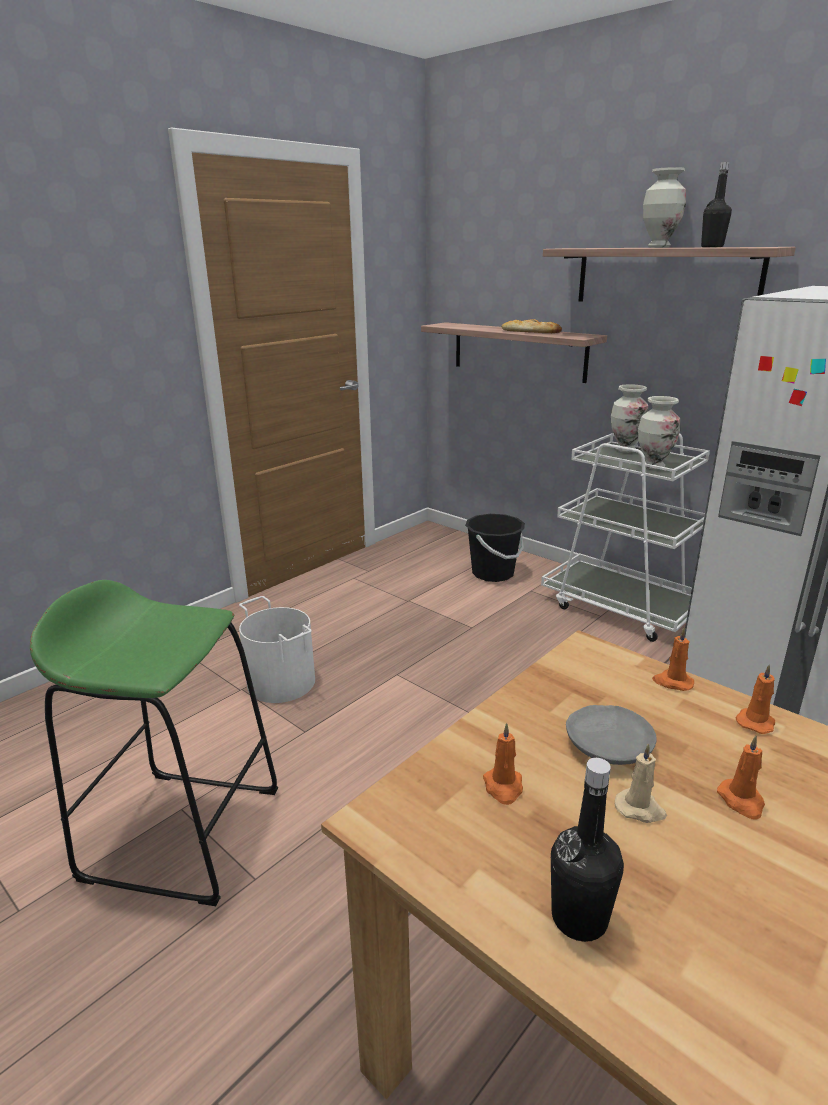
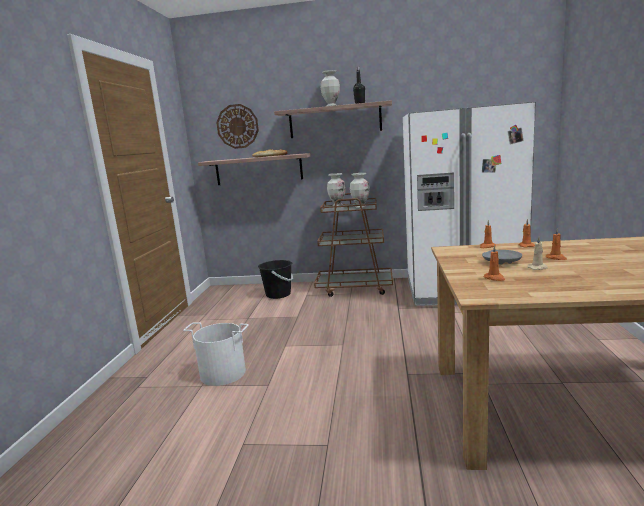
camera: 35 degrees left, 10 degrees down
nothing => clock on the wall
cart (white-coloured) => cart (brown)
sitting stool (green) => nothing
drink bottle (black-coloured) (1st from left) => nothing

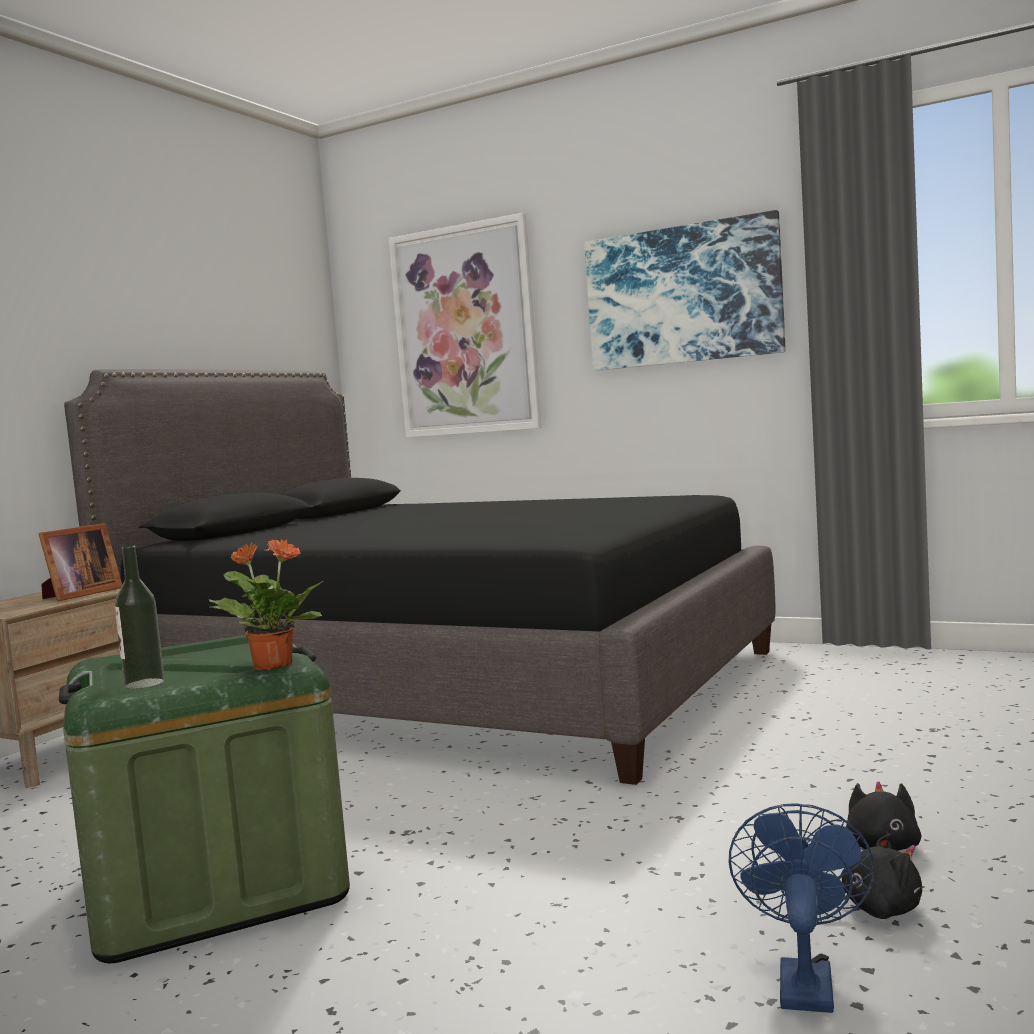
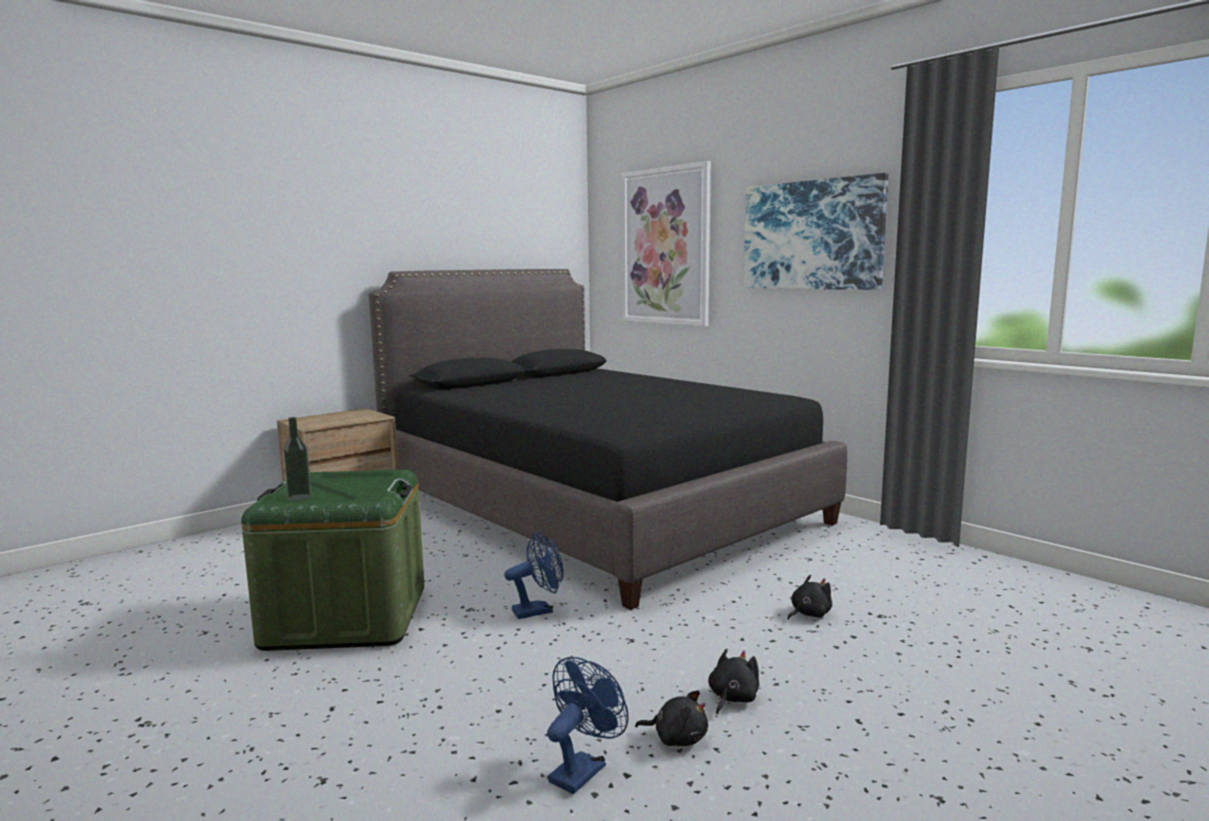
camera: 20 degrees right, 5 degrees up
nothing => cooling fan (bluish) (1st from left)
nothing => plush toy (black-coloured) (3rd from left)
picture frame => nothing
houseplant => nothing

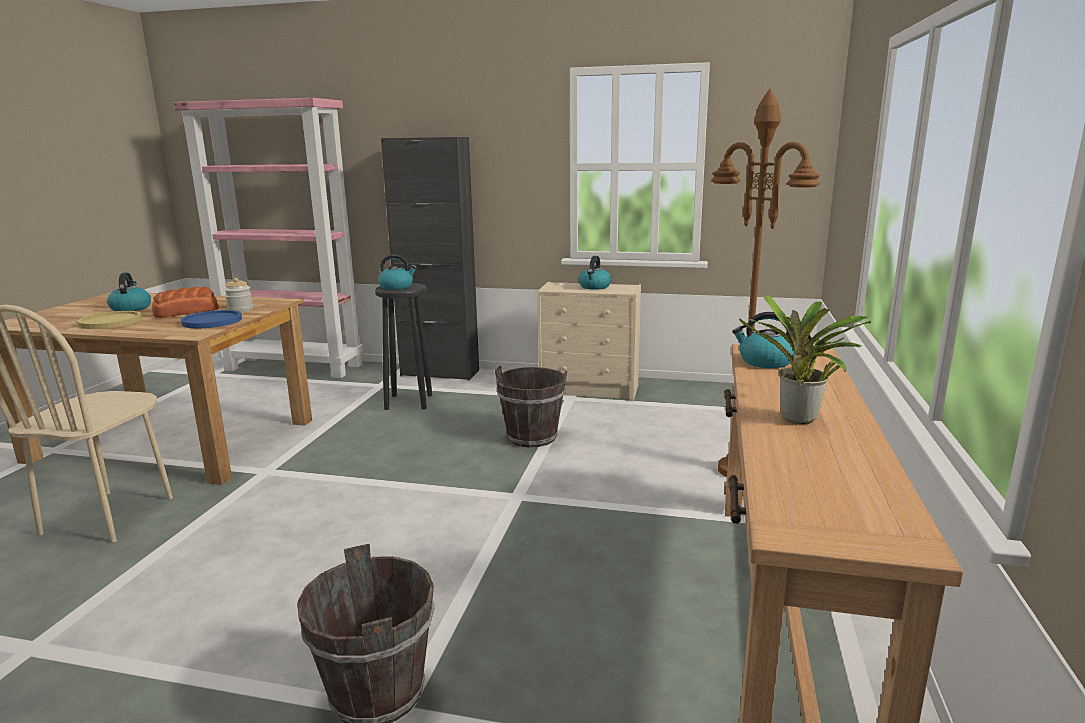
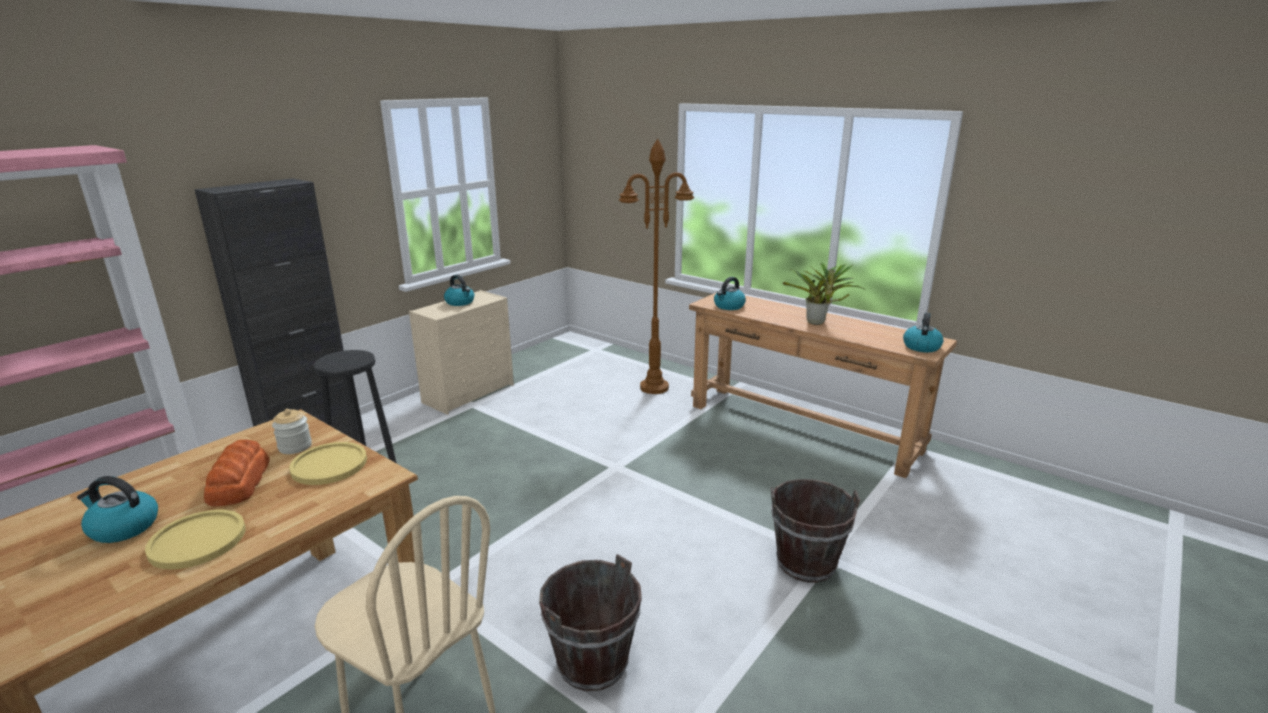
camera: 65 degrees left, 5 degrees up
dinner plate (bluish) => dinner plate (yellowish) (2nd from left)
pail (brown) (2nd from left in the first image) => pail (brown) (1st from left), move
water kettle (2nd from left in the first image) => water kettle (4th from left), move

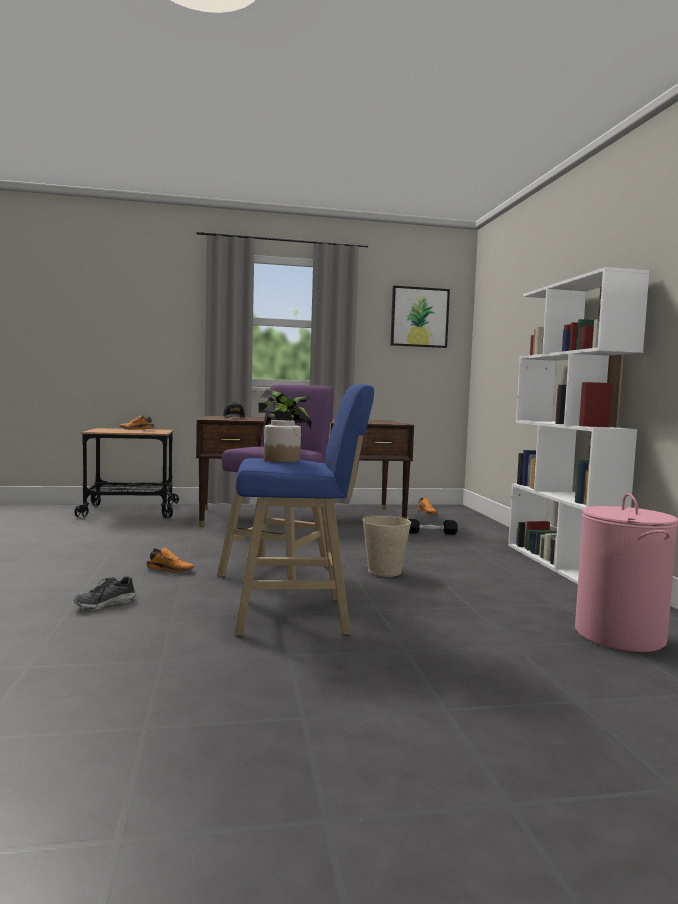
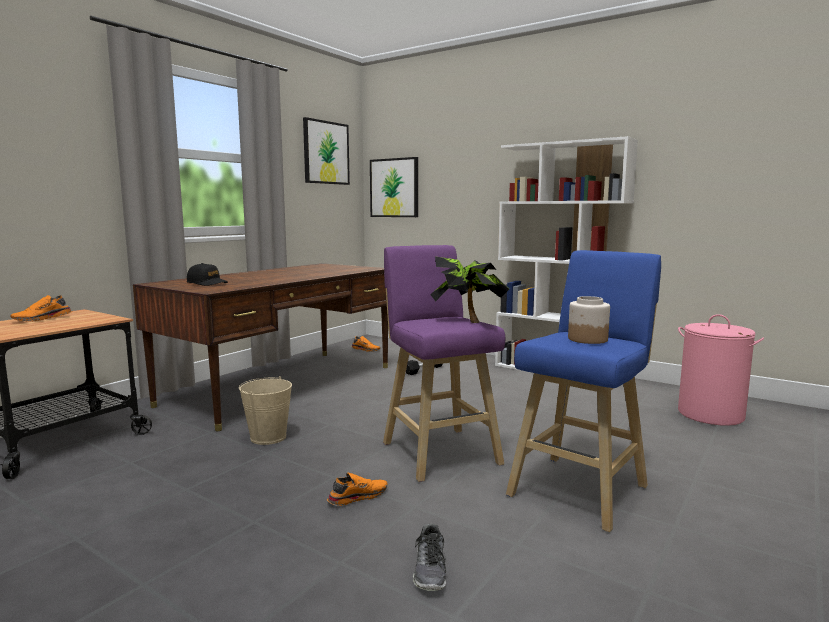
camera: 45 degrees left, 5 degrees up
pail (beige), move
nothing => picture (2nd from left)

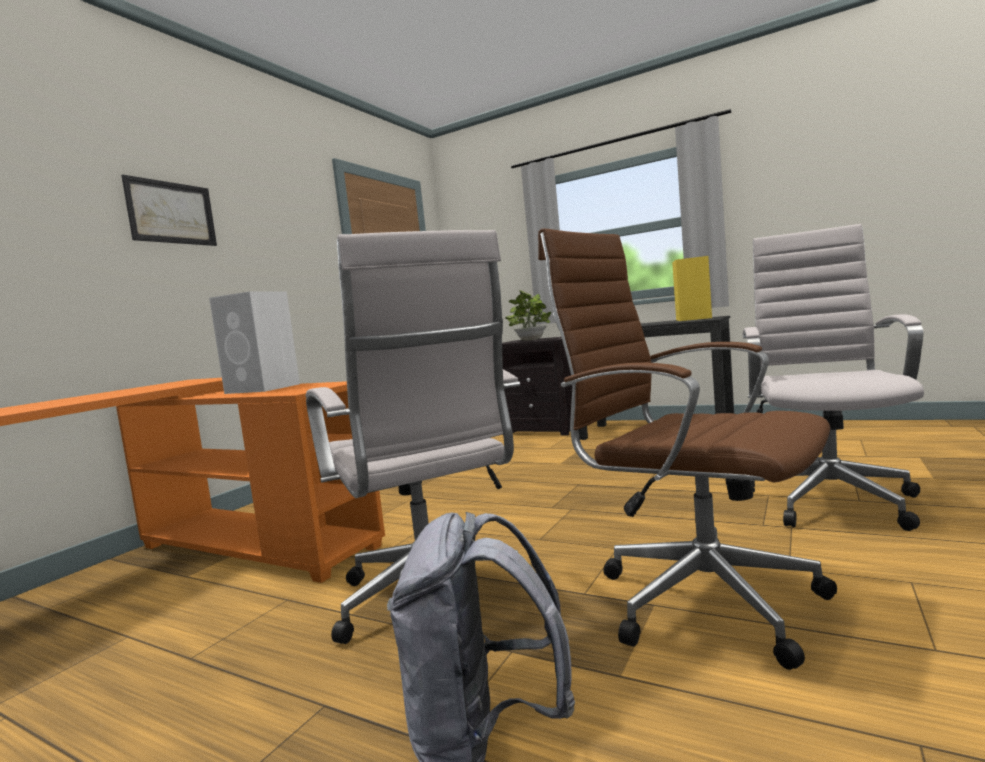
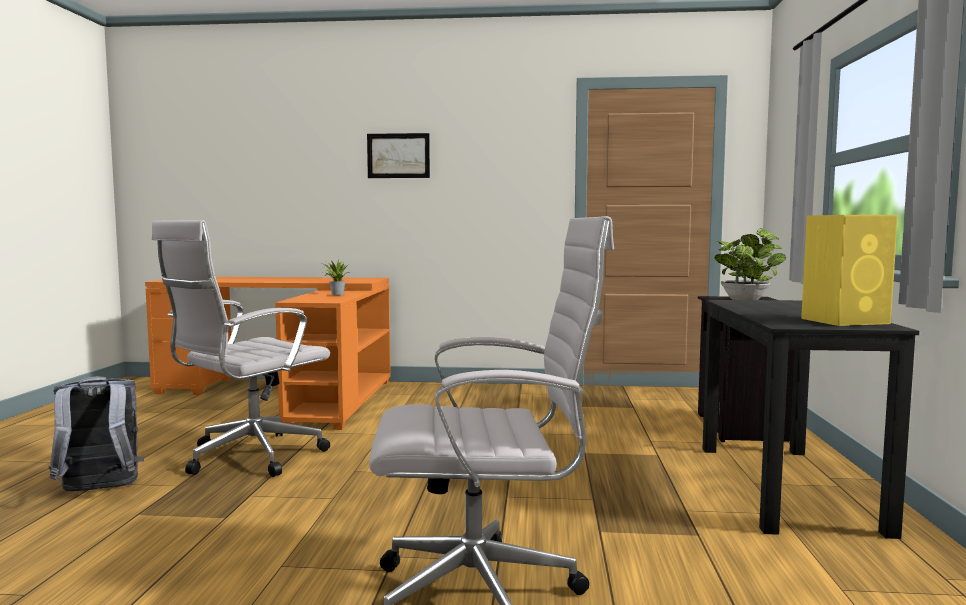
camera: 65 degrees right, 0 degrees up
loudspeaker (white-coloured) => houseplant (1st from left)
office chair (brown) => nothing

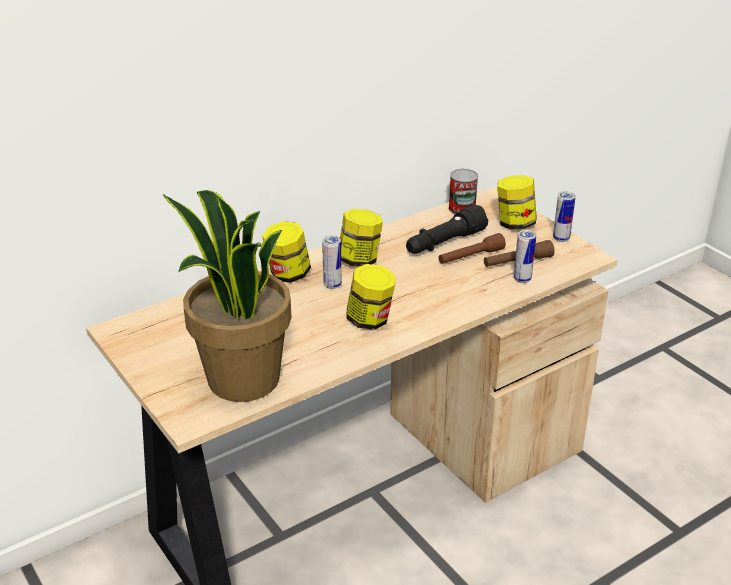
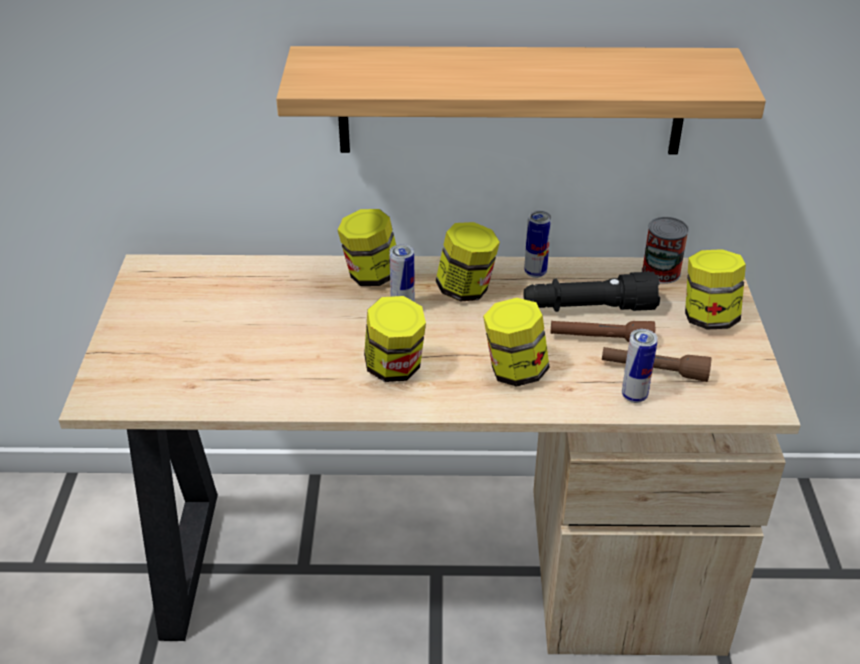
camera: 35 degrees right, 5 degrees up
nothing => wall shelf
nothing => jar (4th from left)
metal can (4th from left in the first image) => metal can (2nd from left), move
houseplant => nothing

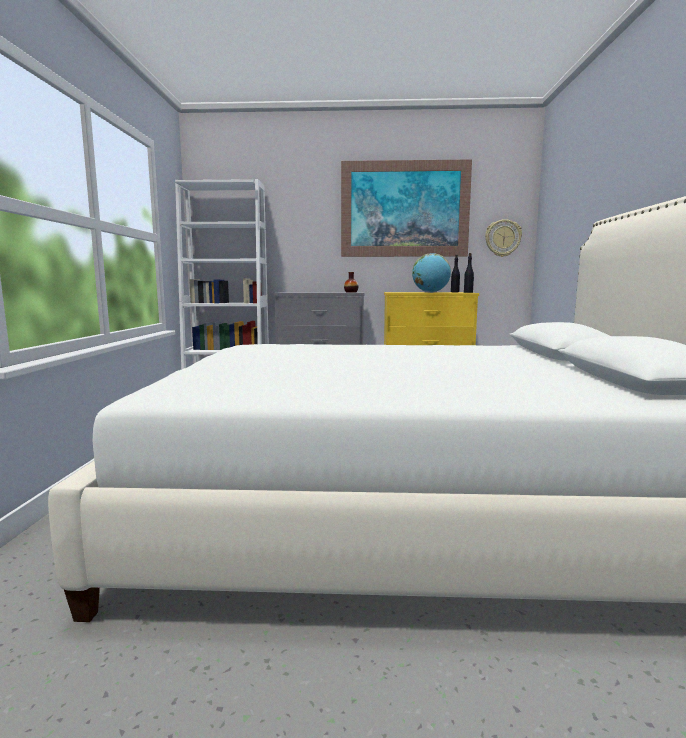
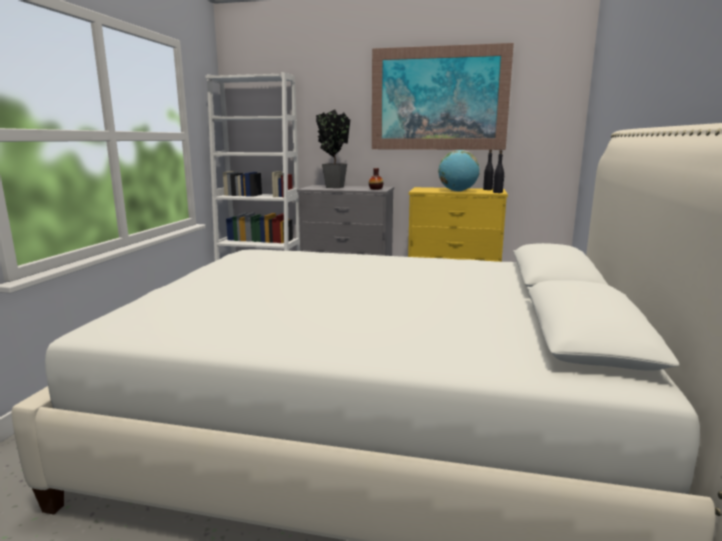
camera: 10 degrees right, 5 degrees up
nothing => houseplant
clock on the wall => nothing

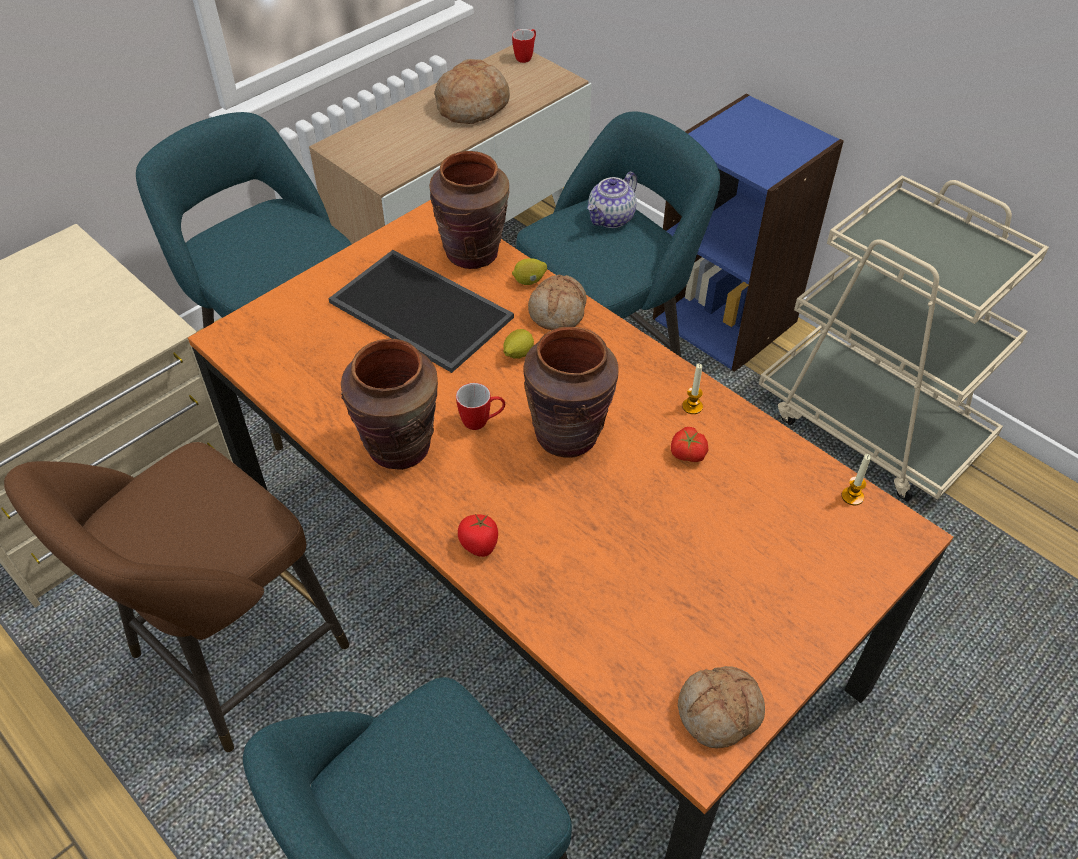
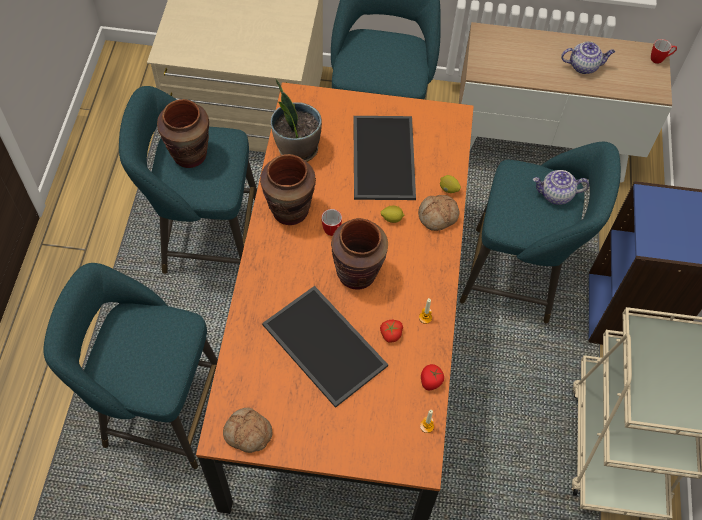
camera: 50 degrees right, 10 degrees up
sitting stool (brown) => sitting stool (turquoise-coloured) (2nd from left)
vase (brown) (2nd from left in the first image) => vase (brown) (1st from left), move
nothing => tray (1st from left)
nothing => houseplant
tomato (1st from left in the first image) => tomato (2nd from left), move
bread (1st from left) => teapot (2nd from left)

